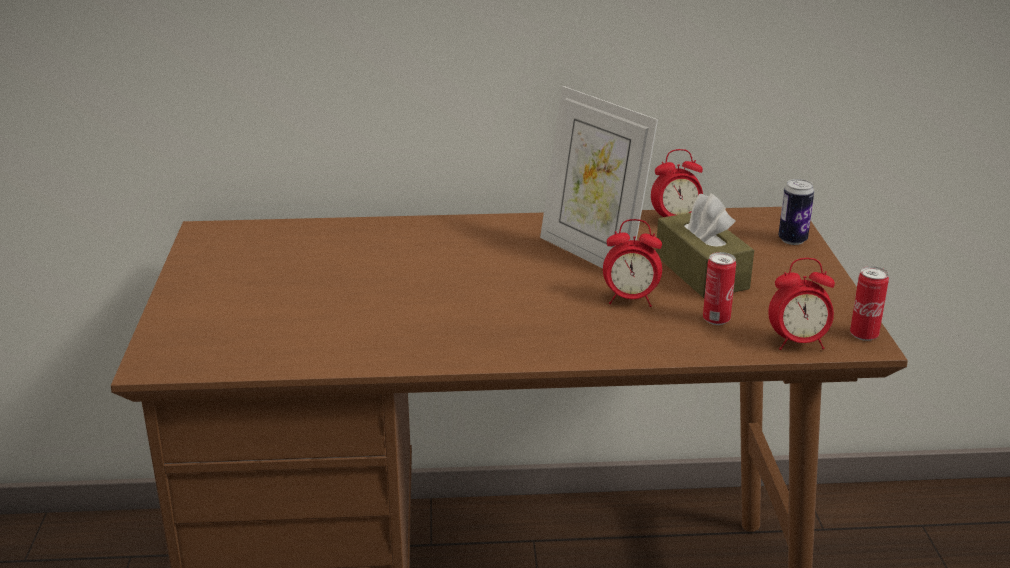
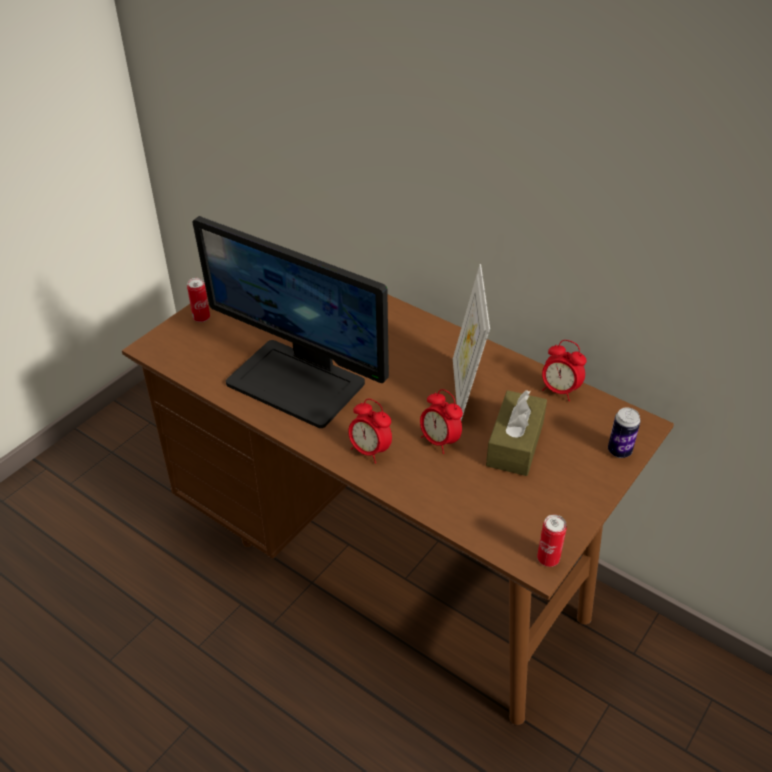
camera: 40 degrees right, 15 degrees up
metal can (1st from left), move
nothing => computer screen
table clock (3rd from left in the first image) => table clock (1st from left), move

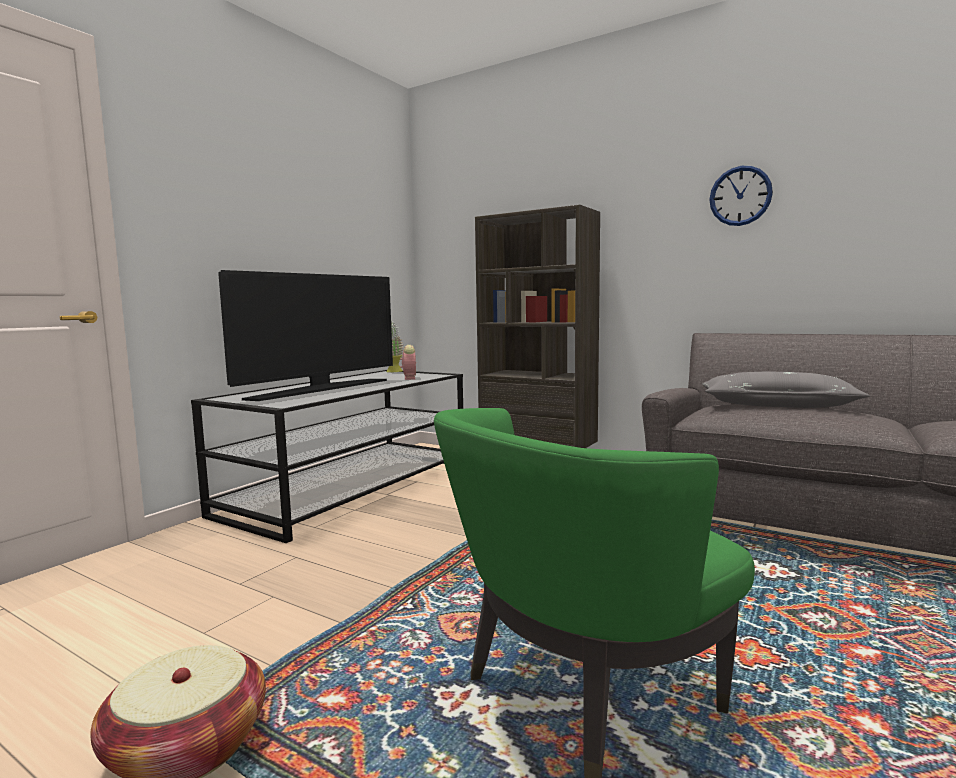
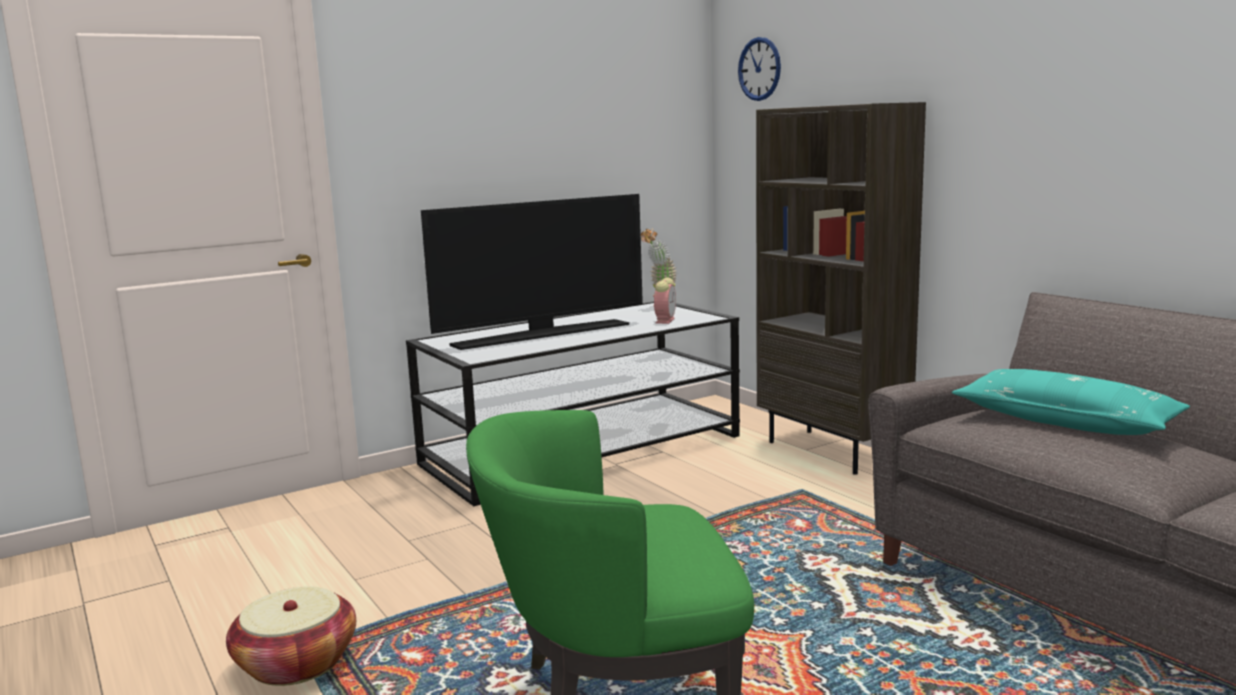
camera: 25 degrees right, 5 degrees up
clock on the wall, move
pillow (greyish) => pillow (turquoise-coloured)

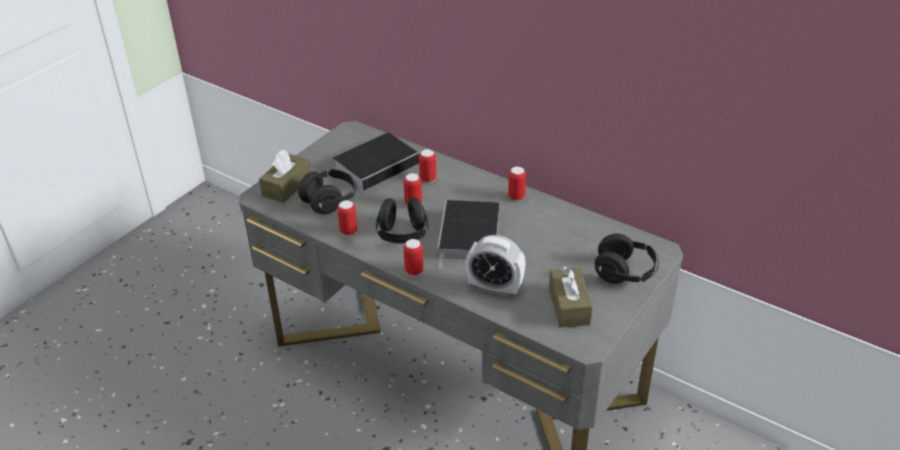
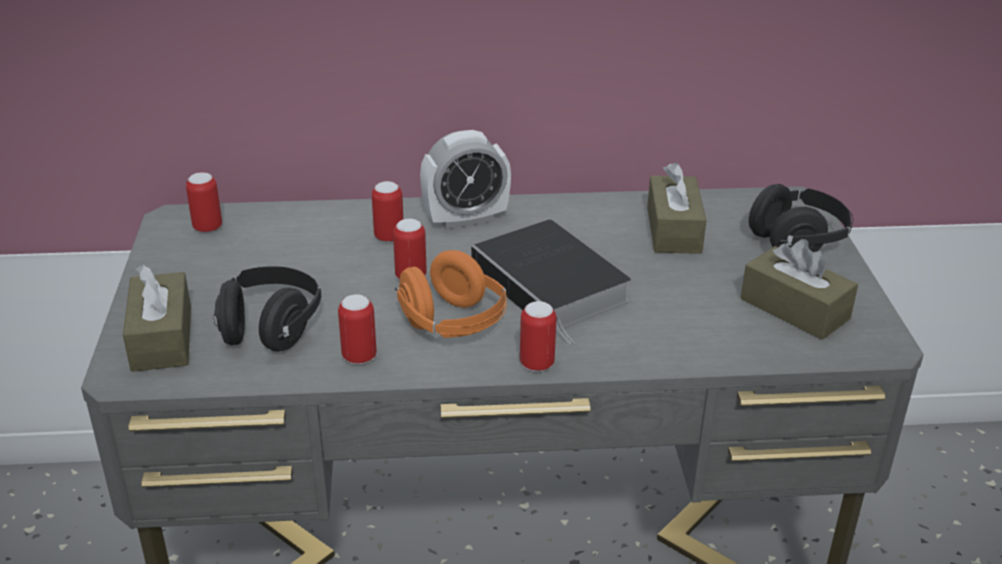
camera: 40 degrees left, 5 degrees down
metal can (5th from left in the first image) => metal can (1st from left), move
headphones (black-coloured) (2nd from left) => headphones (orange-coloured)
table clock, move
nothing => tissue holder (brown) (2nd from left)
volume (1st from left) => nothing

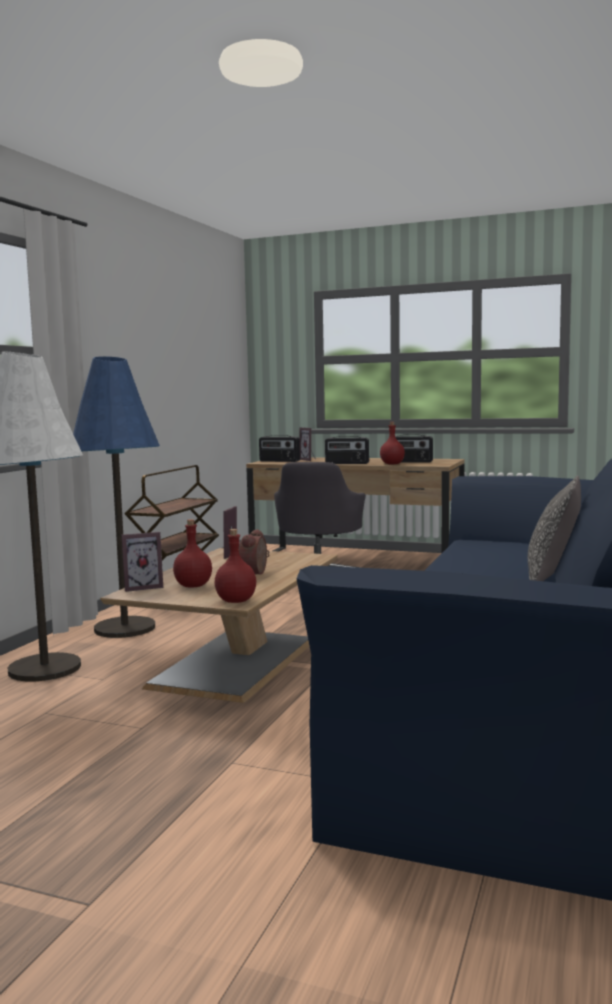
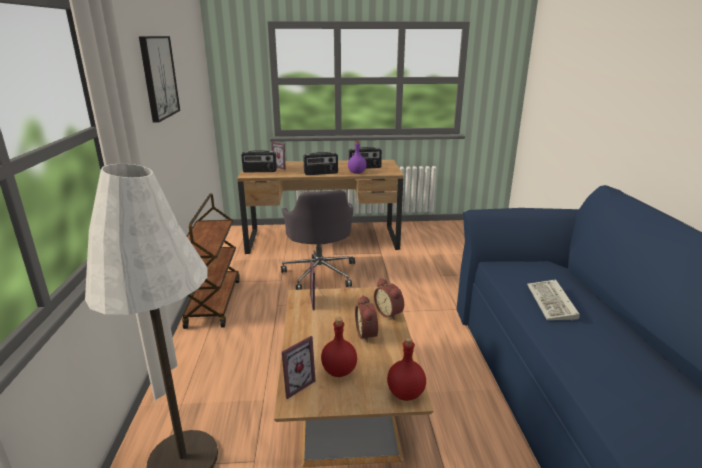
camera: 25 degrees left, 15 degrees up
nothing => picture
drink bottle (red) (3rd from left) => drink bottle (purple-coloured)
nothing => table clock (2nd from left)
nothing => keyboard
standard lamp (bluish) => nothing
pillow => nothing

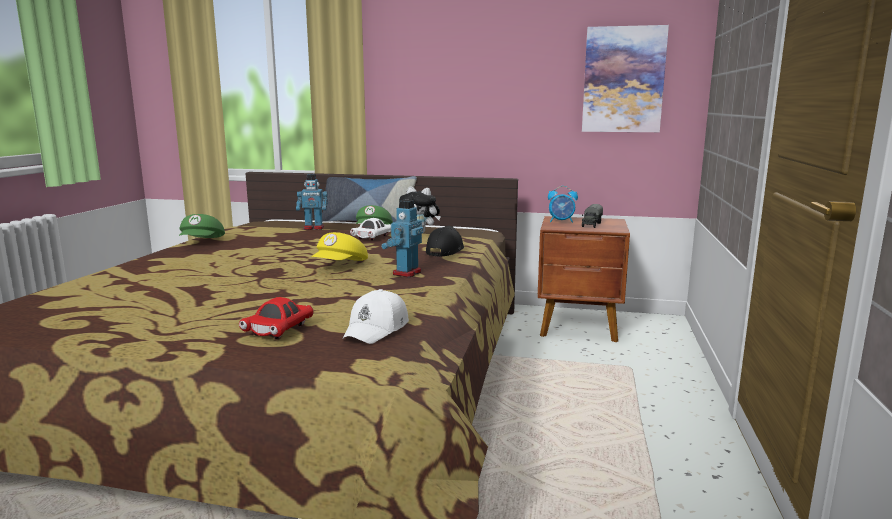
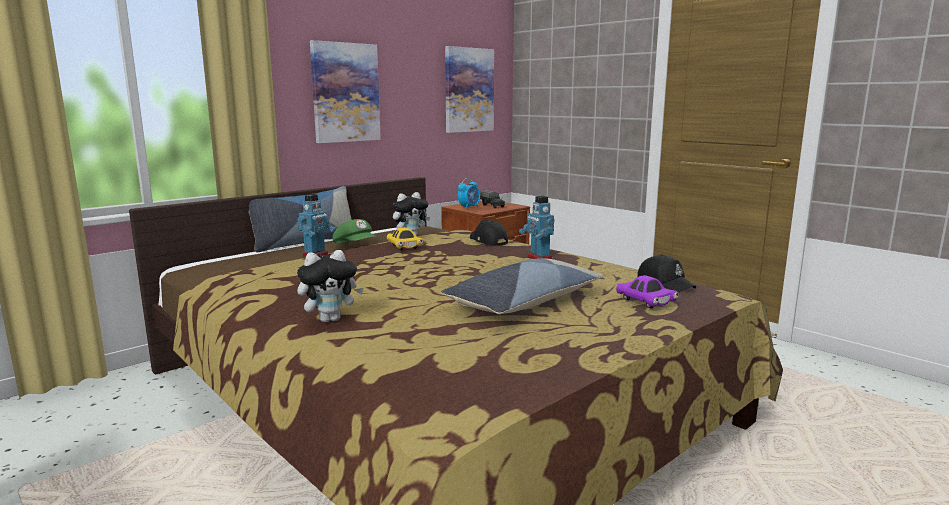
camera: 55 degrees left, 0 degrees up
nothing => plush toy (1st from left)
nothing => picture (1st from left)
miniature car (white-coloured) => miniature car (yellowish)
nothing => pillow (2nd from left)
miniature car (red) => miniature car (purple-coloured)
peaked cap (white-coloured) => peaked cap (black-coloured) (2nd from left)
peaked cap (green) (1st from left) => nothing
peaked cap (yellowish) => nothing

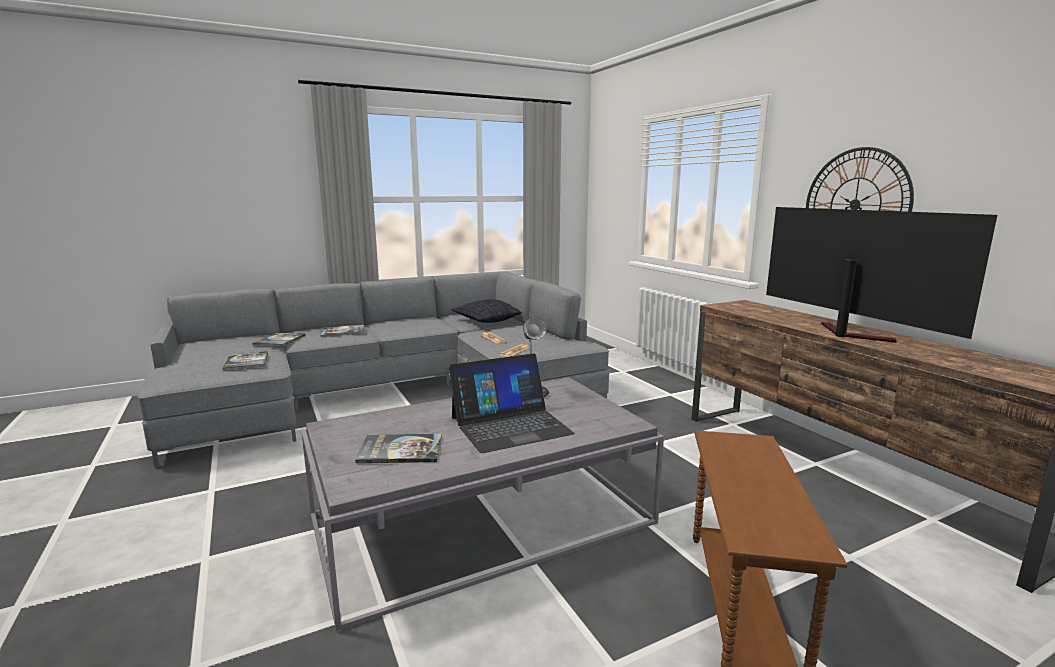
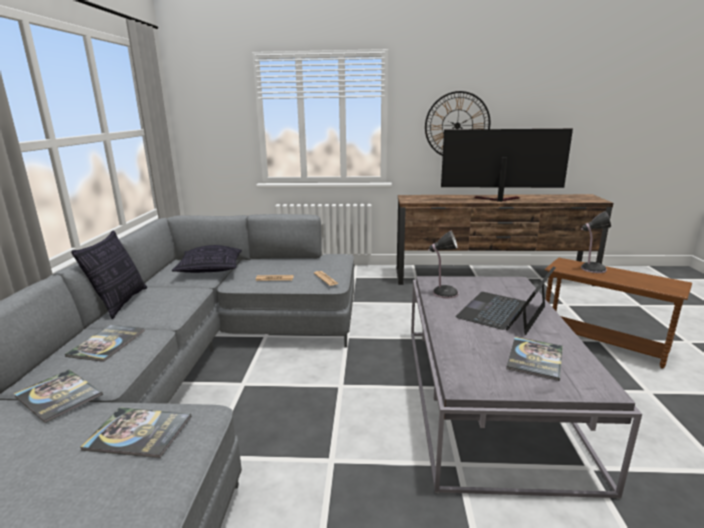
camera: 60 degrees left, 5 degrees up
nothing => pillow (1st from left)
portable computer, 150 degrees counterclockwise
nothing => tabletop lamp (2nd from left)

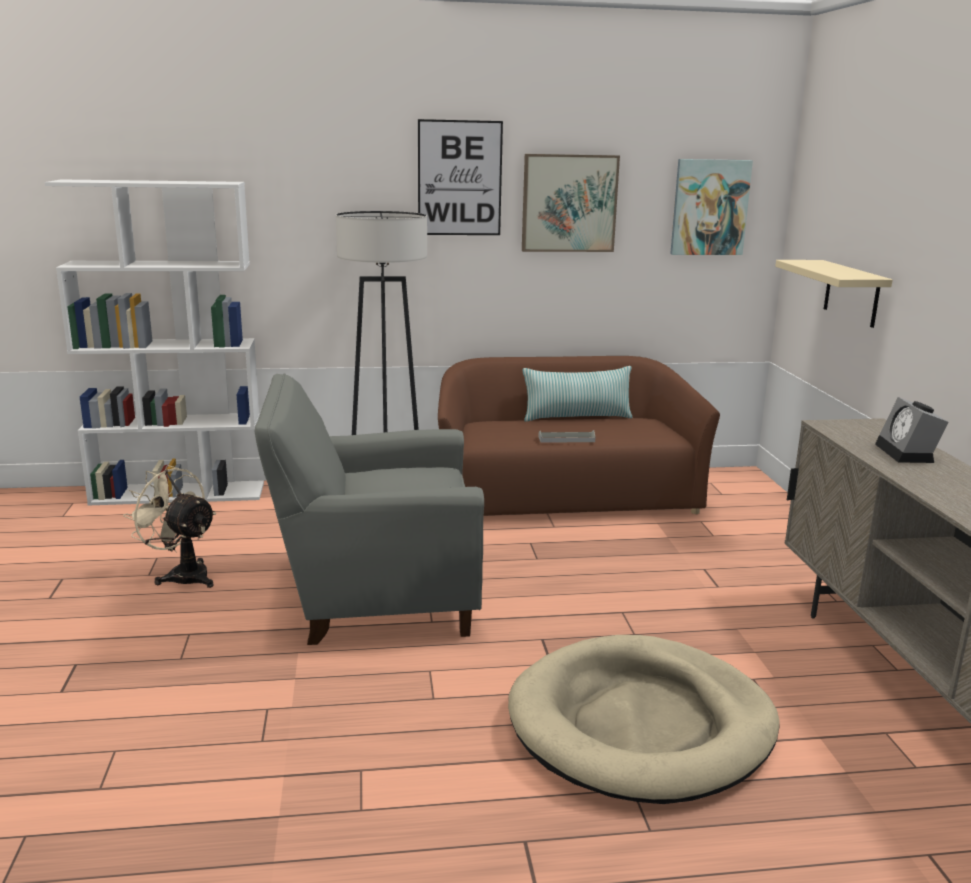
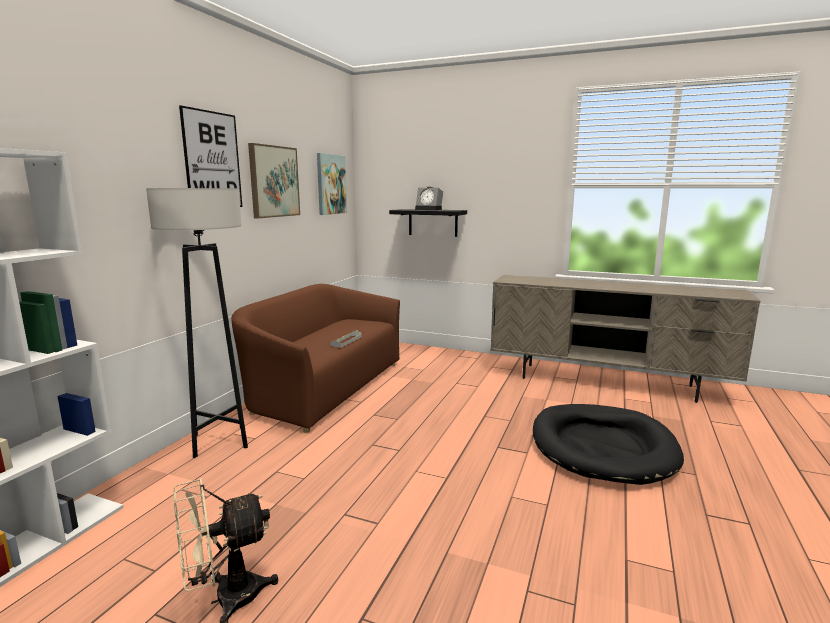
camera: 60 degrees left, 5 degrees down
wall shelf (beige) => wall shelf (black-coloured)
table clock, move
dog cushion (beige) => dog cushion (black-coloured)
lounge chair (greyish) => nothing
pillow => nothing

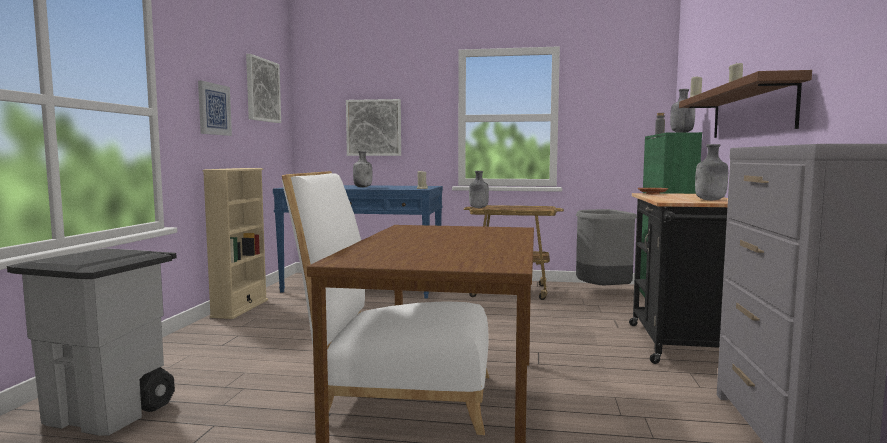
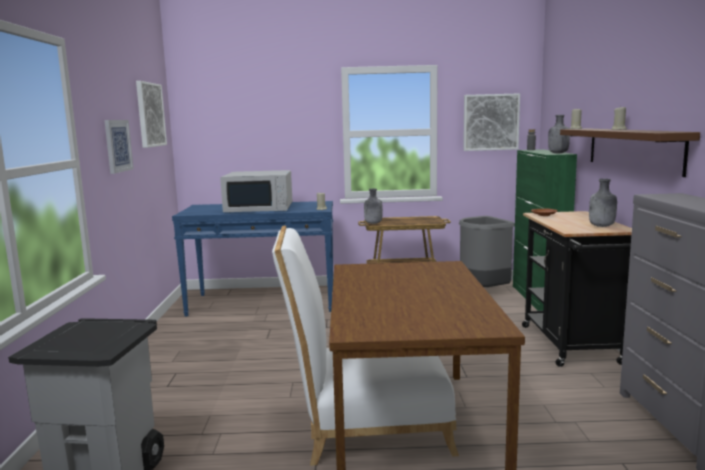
camera: 10 degrees left, 5 degrees up
drink bottle (greyish) (1st from left) => microwave oven (white-coloured)
picture (3rd from left), move
bookcase (beige) => nothing

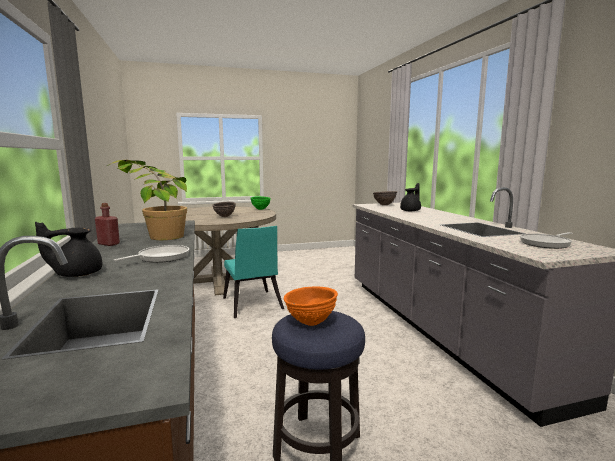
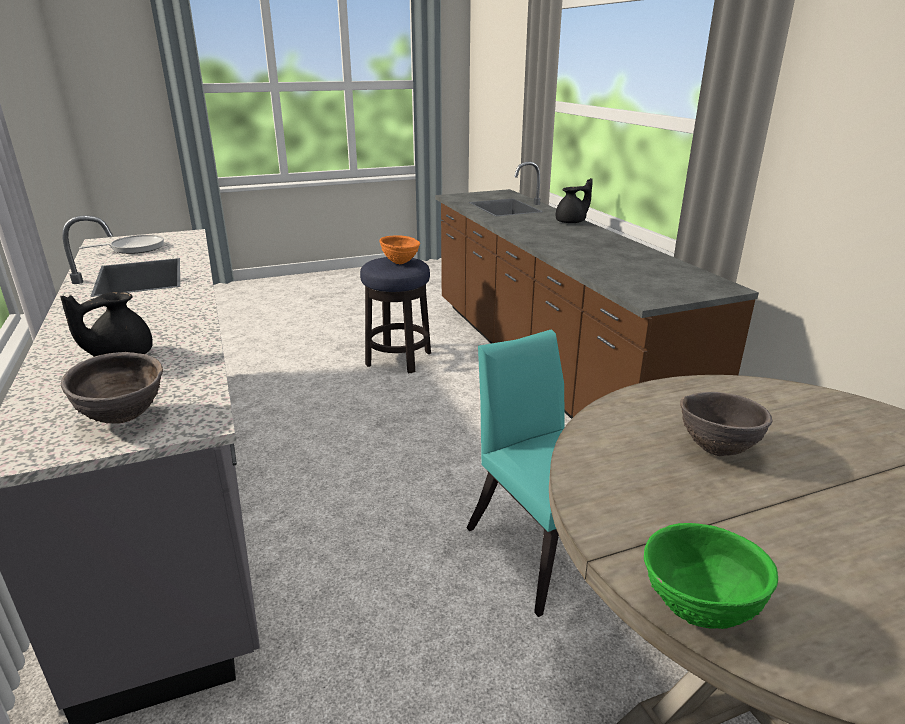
camera: 175 degrees right, 15 degrees up
drink bottle (red) => nothing
houseplant => nothing
skillet (1st from left) => nothing

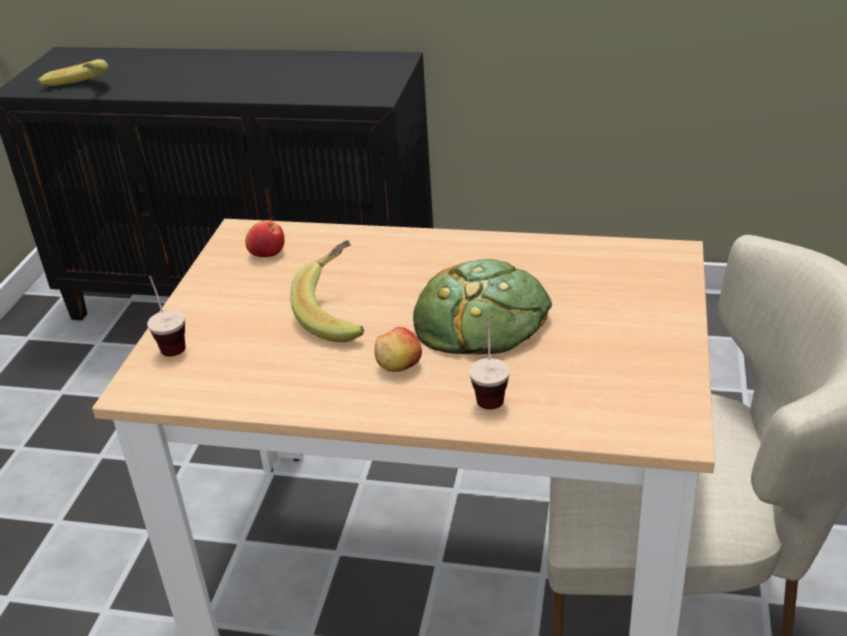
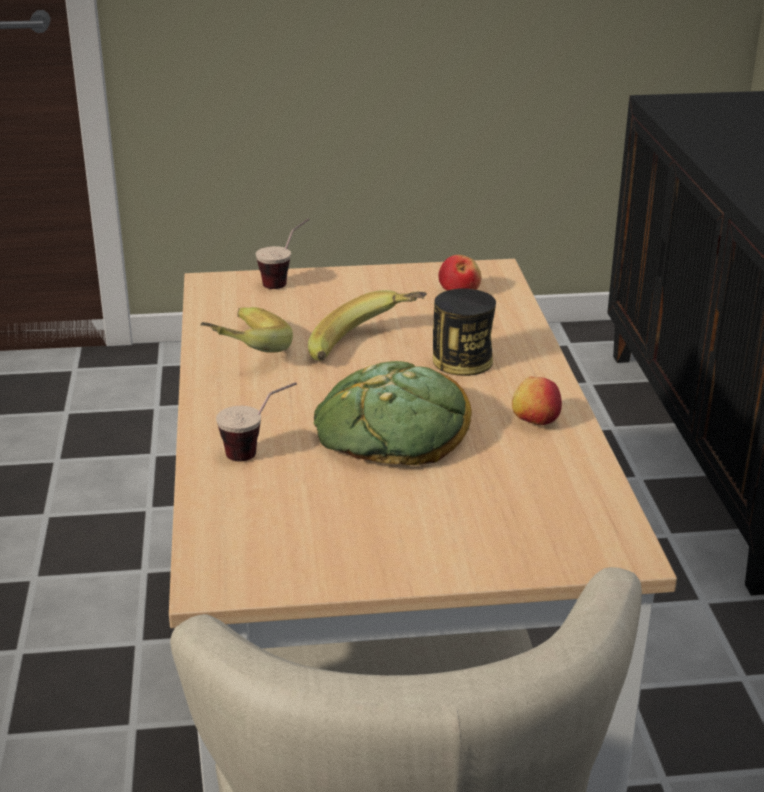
camera: 70 degrees right, 5 degrees down
whole banana (1st from left), move
nothing => metal can
apple (2nd from left), move

